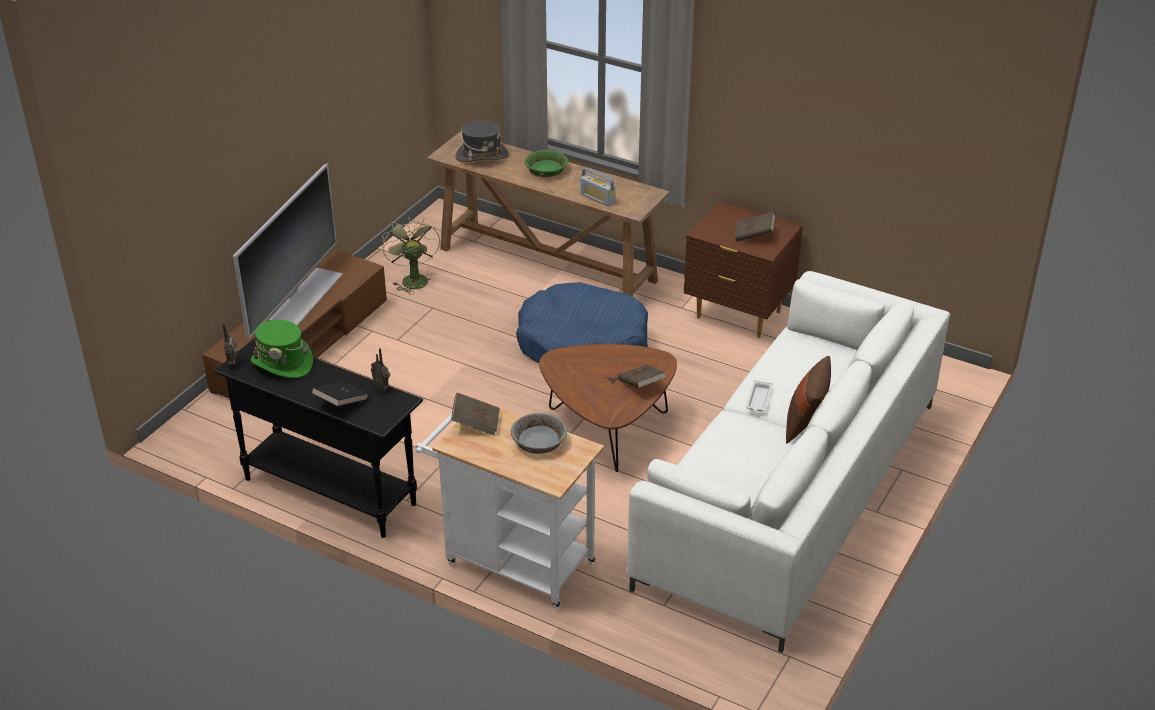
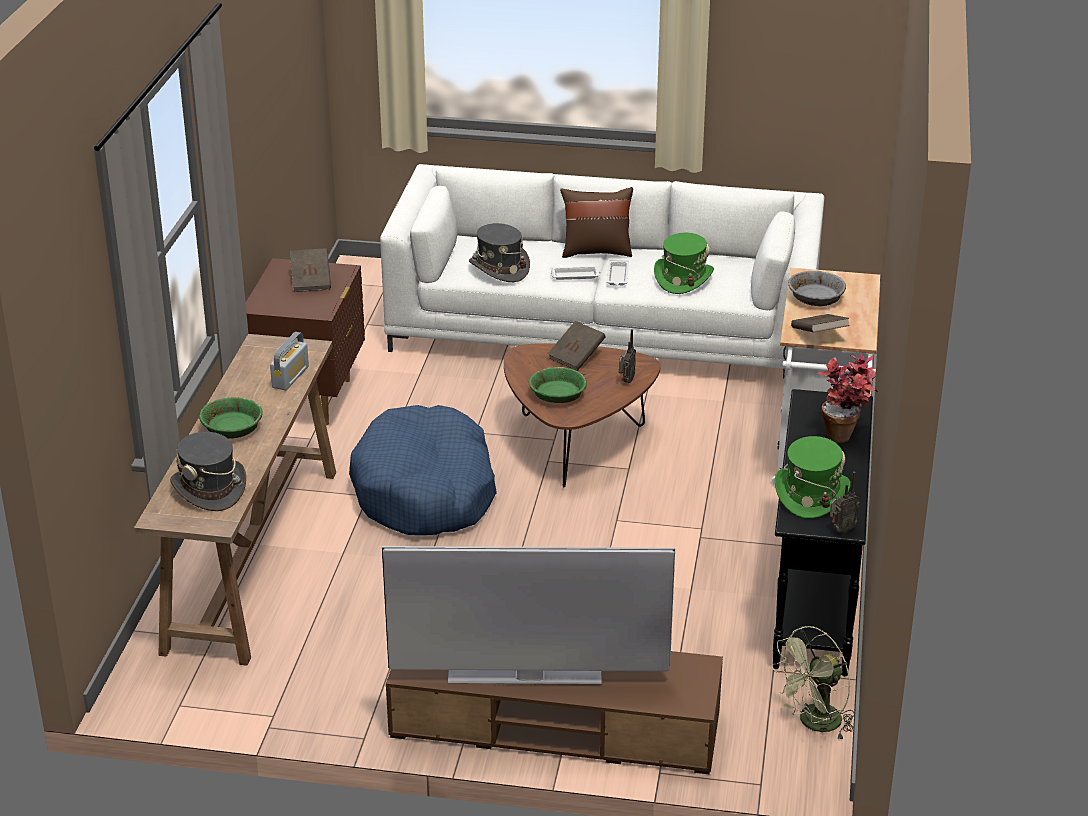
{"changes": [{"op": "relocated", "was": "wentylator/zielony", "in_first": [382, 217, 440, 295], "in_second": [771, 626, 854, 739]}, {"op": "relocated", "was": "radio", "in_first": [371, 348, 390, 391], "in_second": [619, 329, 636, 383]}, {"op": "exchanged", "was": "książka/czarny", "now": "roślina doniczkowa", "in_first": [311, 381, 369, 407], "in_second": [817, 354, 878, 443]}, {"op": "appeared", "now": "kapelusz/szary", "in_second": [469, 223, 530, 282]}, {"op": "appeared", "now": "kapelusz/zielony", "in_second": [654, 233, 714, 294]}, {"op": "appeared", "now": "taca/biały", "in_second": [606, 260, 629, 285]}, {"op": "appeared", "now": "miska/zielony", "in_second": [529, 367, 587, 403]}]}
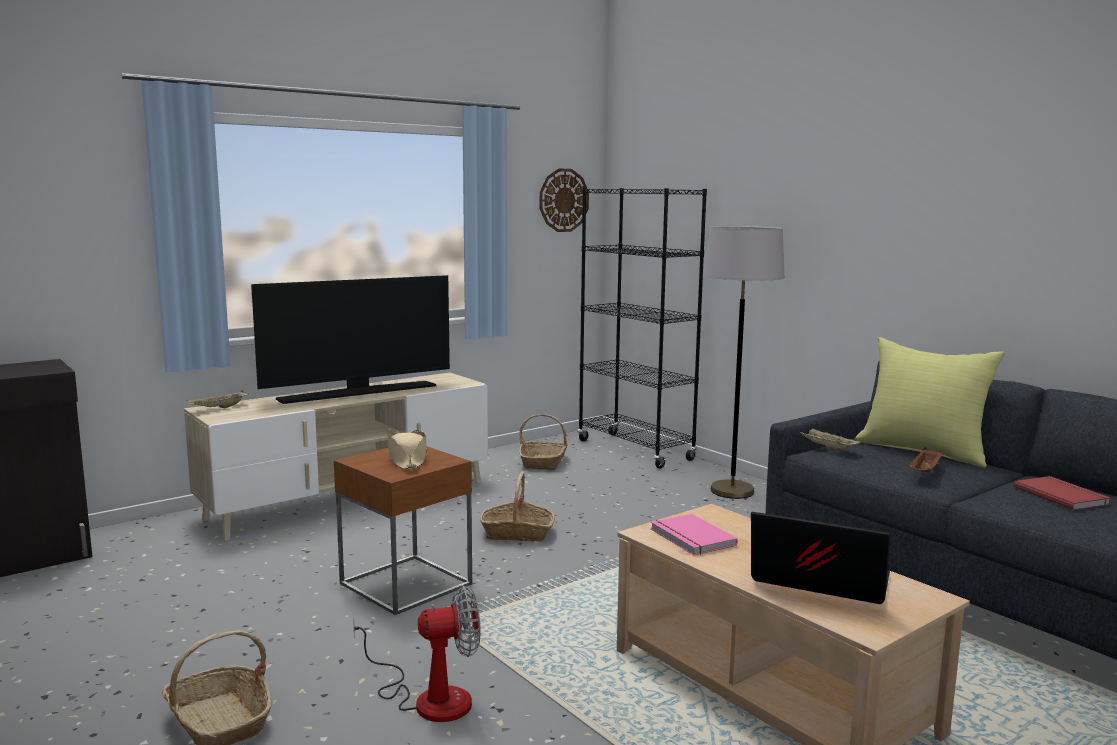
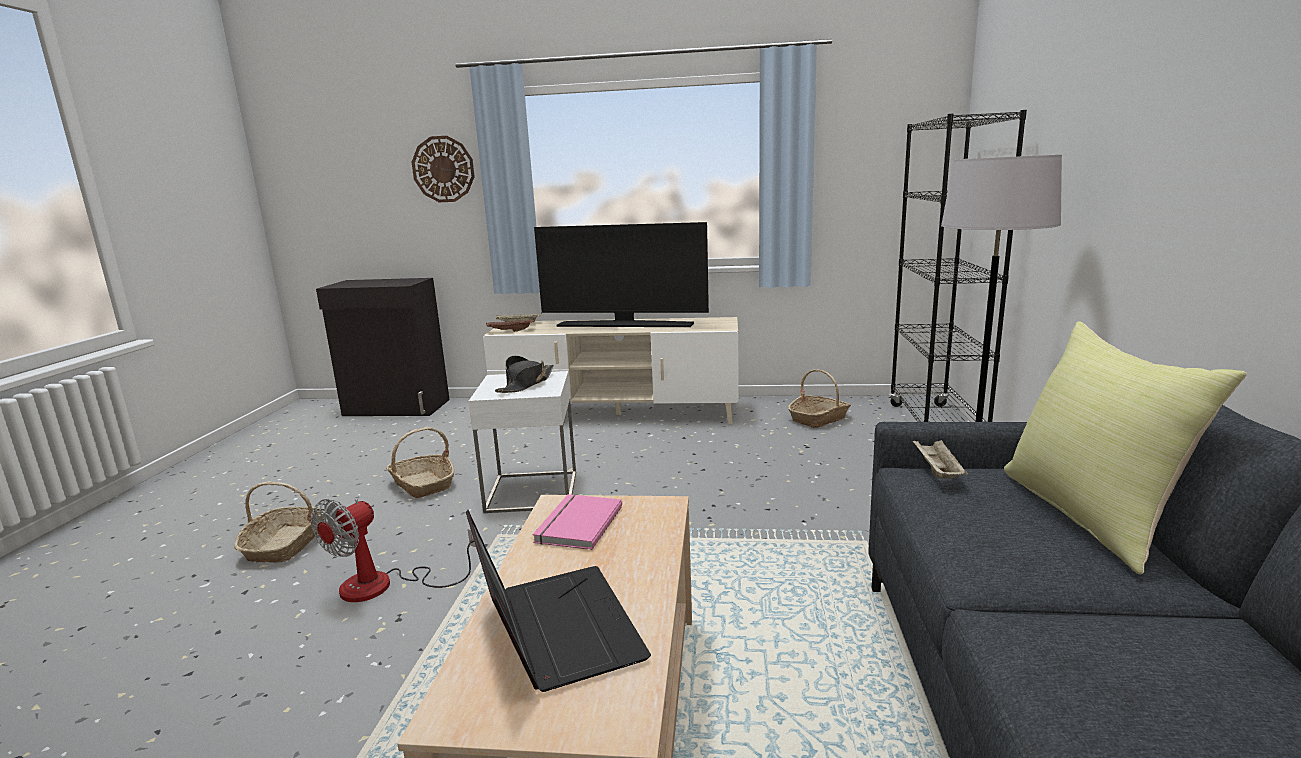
{"changes": [{"op": "relocated", "was": "zegar ścienny", "in_first": [540, 169, 589, 232], "in_second": [412, 136, 475, 202]}, {"op": "colour", "was": "kapelusz/beżowy", "now": "kapelusz/czarny", "in_first": [387, 429, 427, 470], "in_second": [495, 356, 554, 393]}, {"op": "colour", "was": "stolik/brązowy", "now": "stolik/biały", "in_first": [334, 446, 472, 615], "in_second": [469, 371, 576, 513]}, {"op": "relocated", "was": "taca/brązowy", "in_first": [908, 447, 943, 472], "in_second": [486, 318, 535, 332]}, {"op": "relocated", "was": "koszyk", "in_first": [480, 471, 555, 542], "in_second": [386, 427, 455, 498]}, {"op": "missing", "was": "książka/czerwony", "in_first": [1014, 476, 1110, 510]}, {"op": "spun", "was": "wentylator", "in_first": [353, 585, 480, 722], "in_second": [311, 499, 476, 602], "clockwise": 90}]}
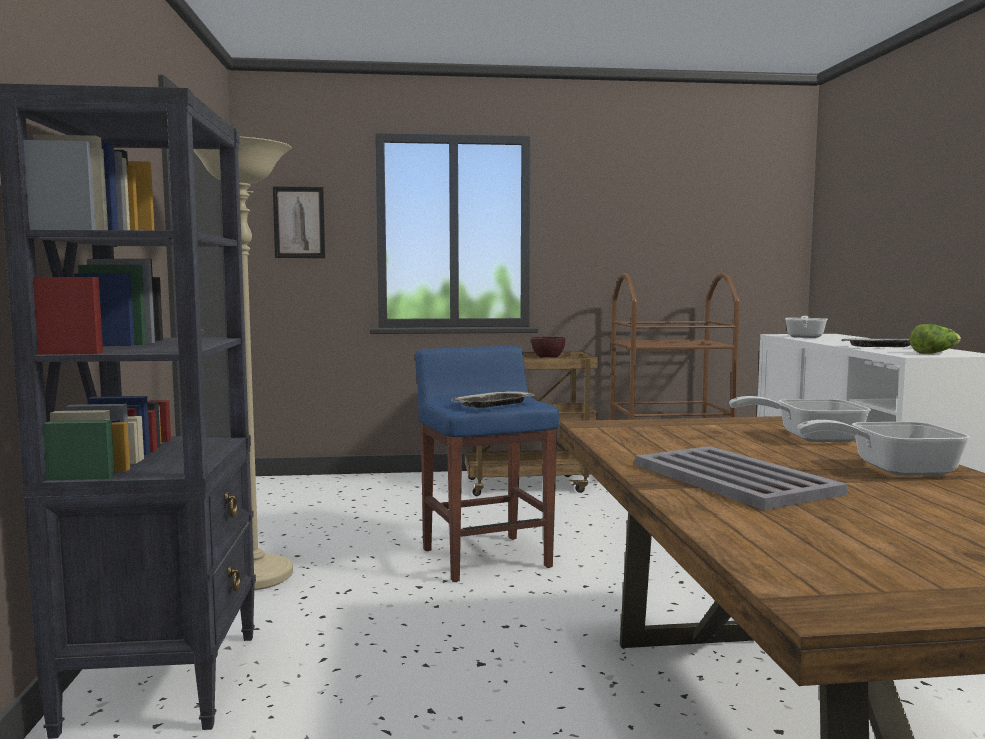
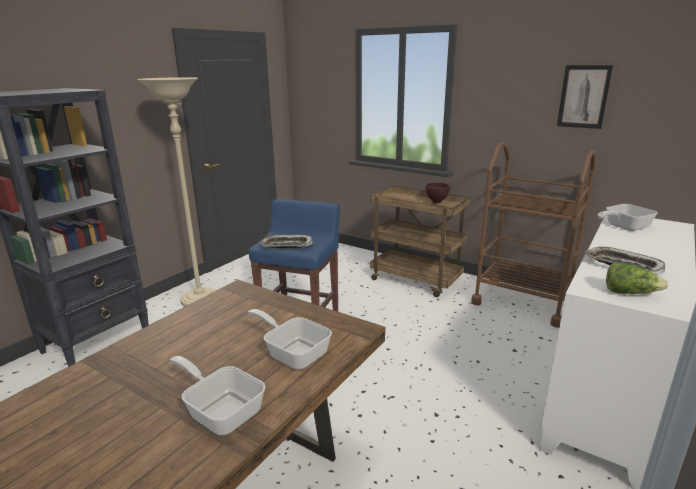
{"changes": [{"op": "relocated", "was": "obraz", "in_first": [273, 186, 325, 258], "in_second": [557, 65, 613, 129]}, {"op": "missing", "was": "taca/szary", "in_first": [635, 446, 848, 510]}]}
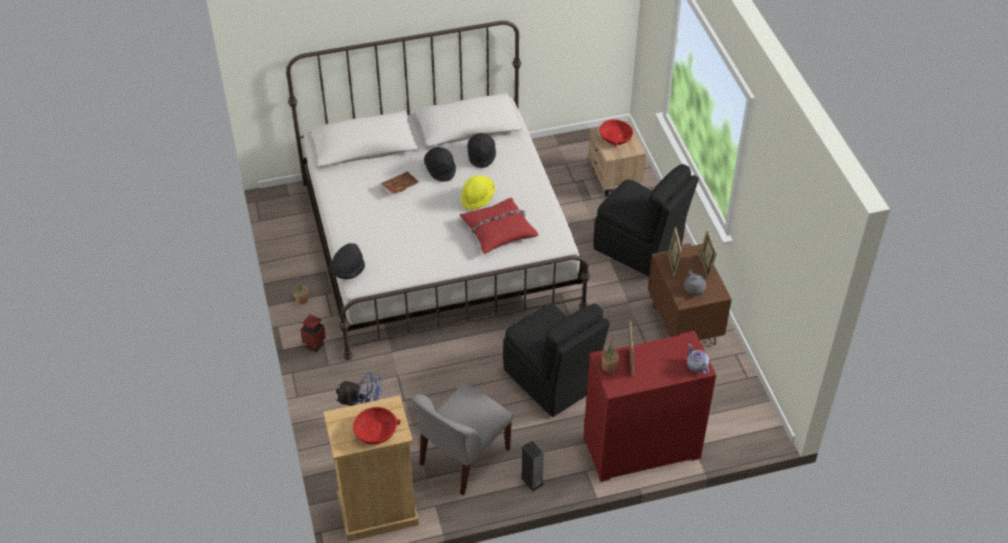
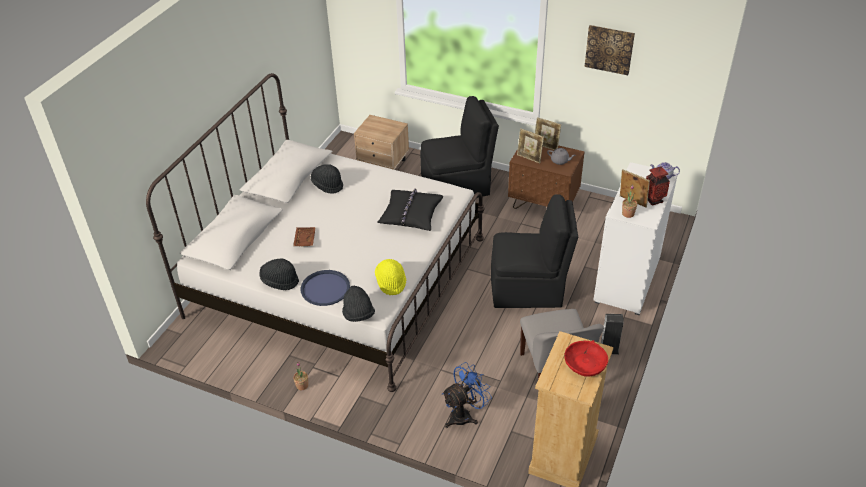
{"changes": [{"op": "missing", "was": "miska/czerwony", "in_first": [599, 119, 633, 147]}, {"op": "relocated", "was": "kapelusz/czarny", "in_first": [424, 147, 456, 182], "in_second": [259, 259, 299, 290]}, {"op": "relocated", "was": "kapelusz/żółty", "in_first": [461, 175, 495, 210], "in_second": [375, 259, 406, 295]}, {"op": "colour", "was": "poduszka/czerwony", "now": "poduszka/czarny", "in_first": [460, 198, 539, 254], "in_second": [378, 188, 444, 231]}, {"op": "relocated", "was": "wazon", "in_first": [300, 314, 326, 352], "in_second": [646, 166, 670, 206]}, {"op": "colour", "was": "szafka/czerwony", "now": "szafka/biały", "in_first": [584, 331, 716, 482], "in_second": [593, 163, 678, 315]}, {"op": "appeared", "now": "obraz", "in_second": [584, 25, 635, 75]}, {"op": "appeared", "now": "taca/niebieski", "in_second": [301, 270, 350, 306]}]}
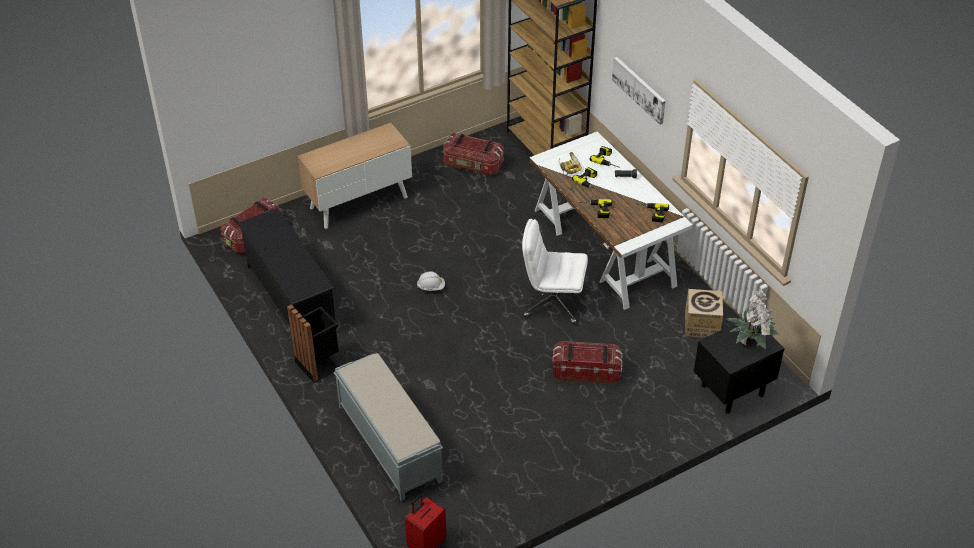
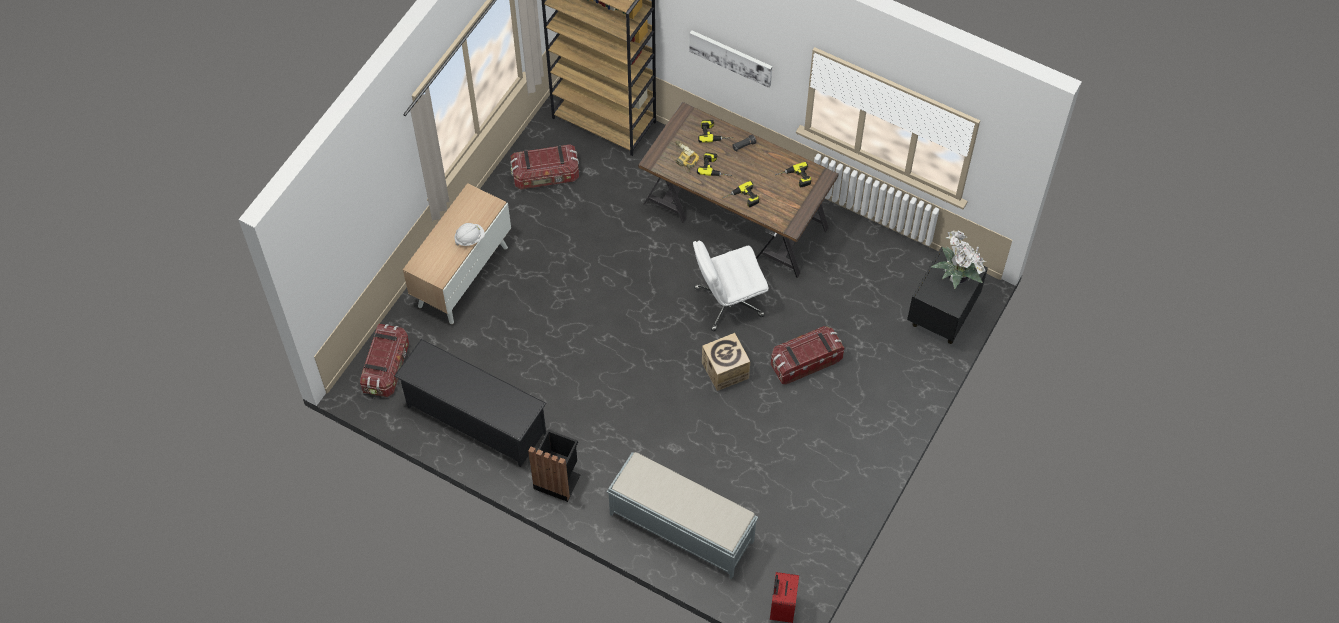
{"changes": [{"op": "colour", "was": "biurko/biały", "now": "biurko/brązowy", "in_first": [529, 131, 693, 310], "in_second": [638, 102, 839, 278]}, {"op": "relocated", "was": "kask/biały", "in_first": [417, 271, 445, 291], "in_second": [454, 223, 485, 246]}, {"op": "relocated", "was": "karton", "in_first": [685, 289, 723, 338], "in_second": [702, 333, 750, 391]}]}
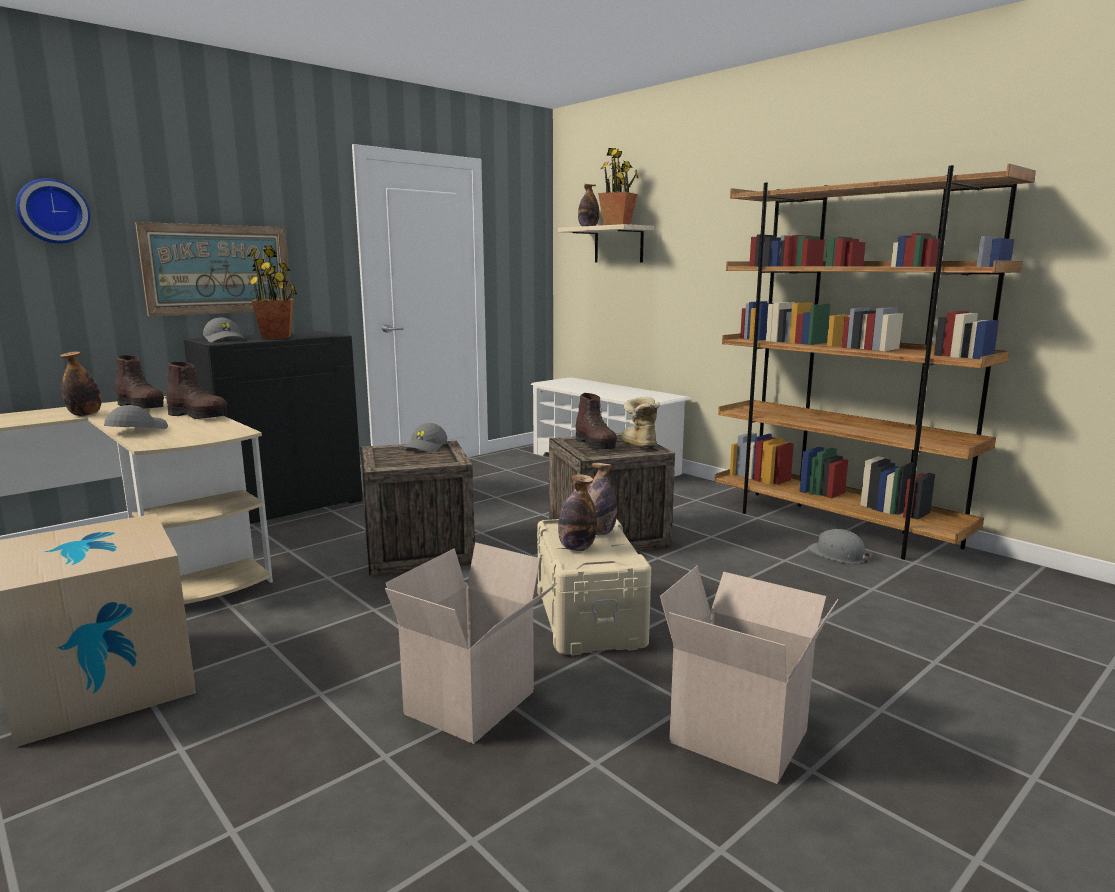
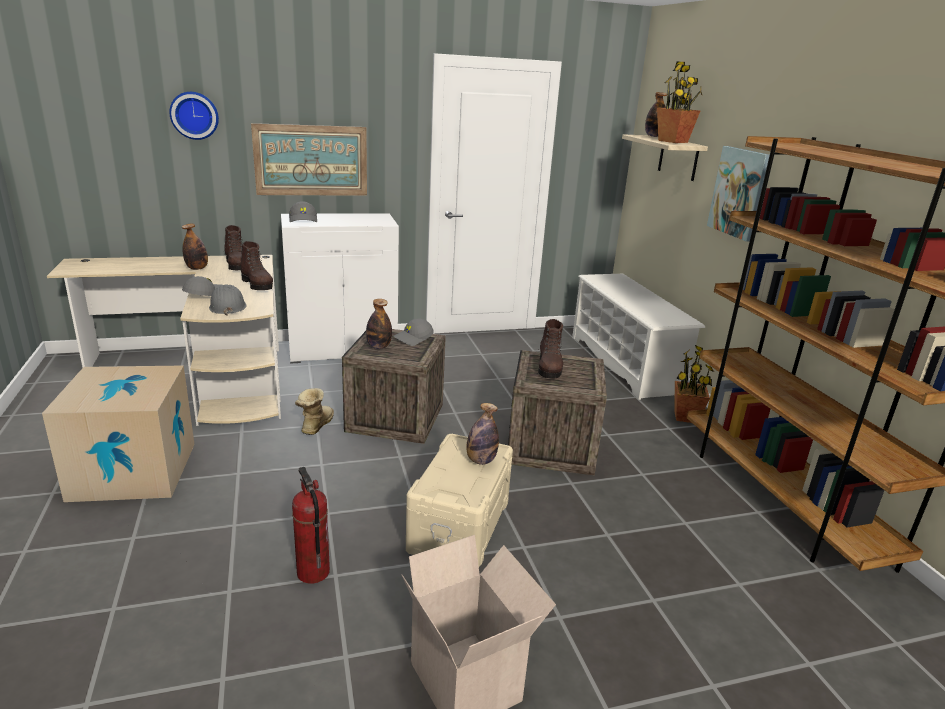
{"changes": [{"op": "relocated", "was": "roślina doniczkowa", "in_first": [247, 246, 297, 339], "in_second": [674, 345, 714, 423]}, {"op": "colour", "was": "szafka/czarny", "now": "szafka/biały", "in_first": [184, 331, 363, 524], "in_second": [281, 213, 399, 364]}, {"op": "relocated", "was": "but z cholewką", "in_first": [622, 397, 660, 447], "in_second": [295, 388, 334, 435]}, {"op": "relocated", "was": "butelka", "in_first": [558, 474, 597, 551], "in_second": [366, 299, 392, 349]}, {"op": "relocated", "was": "kask/szary", "in_first": [807, 529, 871, 563], "in_second": [209, 284, 246, 316]}, {"op": "exchanged", "was": "karton", "now": "gaśnica", "in_first": [385, 542, 557, 744], "in_second": [292, 467, 330, 584]}, {"op": "appeared", "now": "obraz", "in_second": [707, 146, 769, 241]}]}
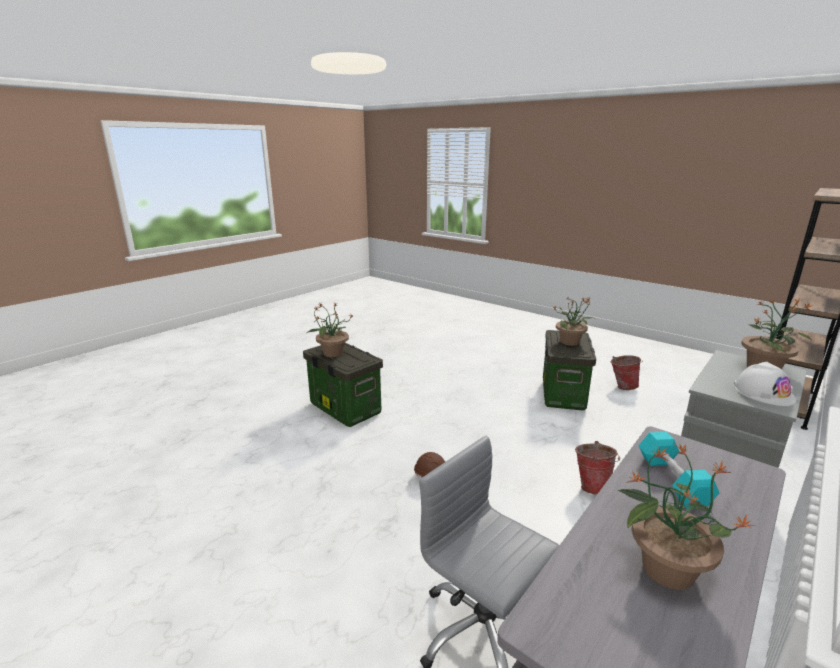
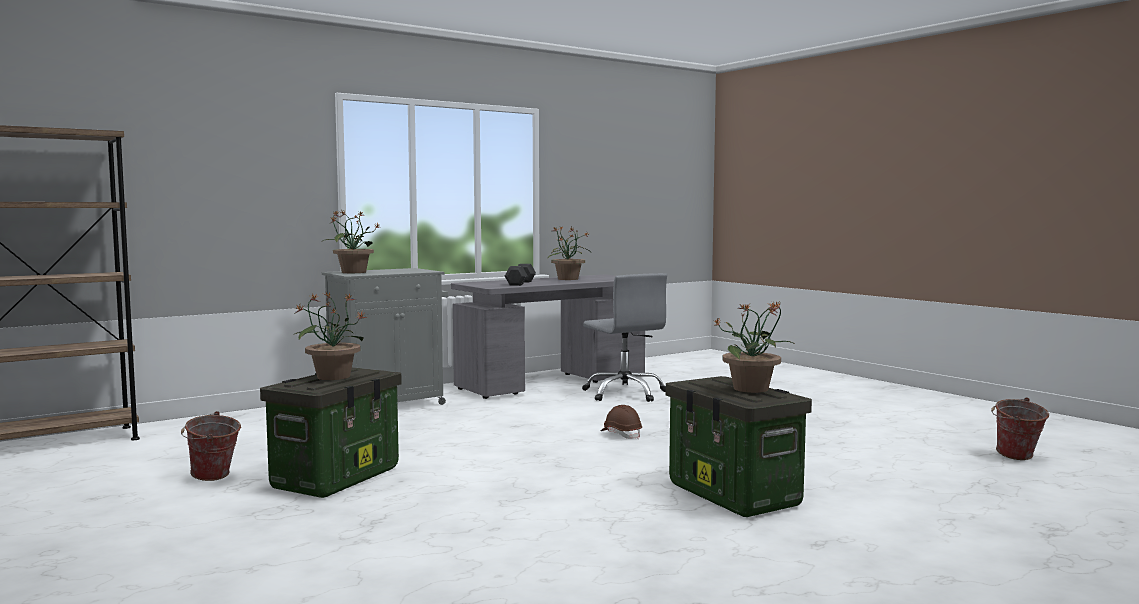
{"changes": [{"op": "missing", "was": "kask/biały", "in_first": [733, 362, 797, 406]}, {"op": "colour", "was": "hantel/turkusowy", "now": "hantel/czarny", "in_first": [639, 432, 719, 509], "in_second": [505, 264, 536, 286]}, {"op": "relocated", "was": "wiadro", "in_first": [575, 441, 620, 495], "in_second": [991, 398, 1049, 460]}]}
